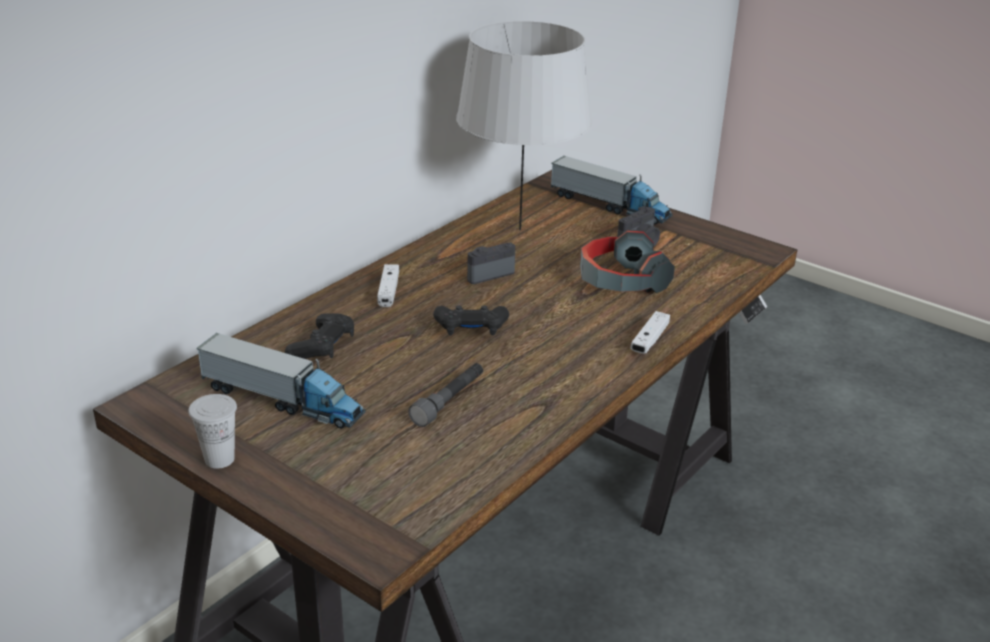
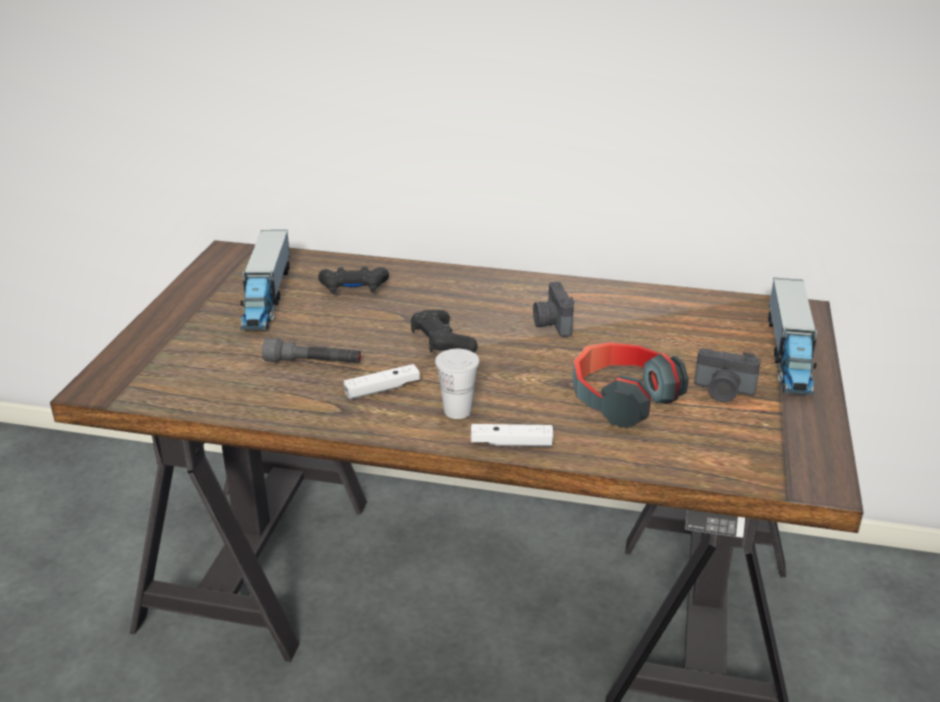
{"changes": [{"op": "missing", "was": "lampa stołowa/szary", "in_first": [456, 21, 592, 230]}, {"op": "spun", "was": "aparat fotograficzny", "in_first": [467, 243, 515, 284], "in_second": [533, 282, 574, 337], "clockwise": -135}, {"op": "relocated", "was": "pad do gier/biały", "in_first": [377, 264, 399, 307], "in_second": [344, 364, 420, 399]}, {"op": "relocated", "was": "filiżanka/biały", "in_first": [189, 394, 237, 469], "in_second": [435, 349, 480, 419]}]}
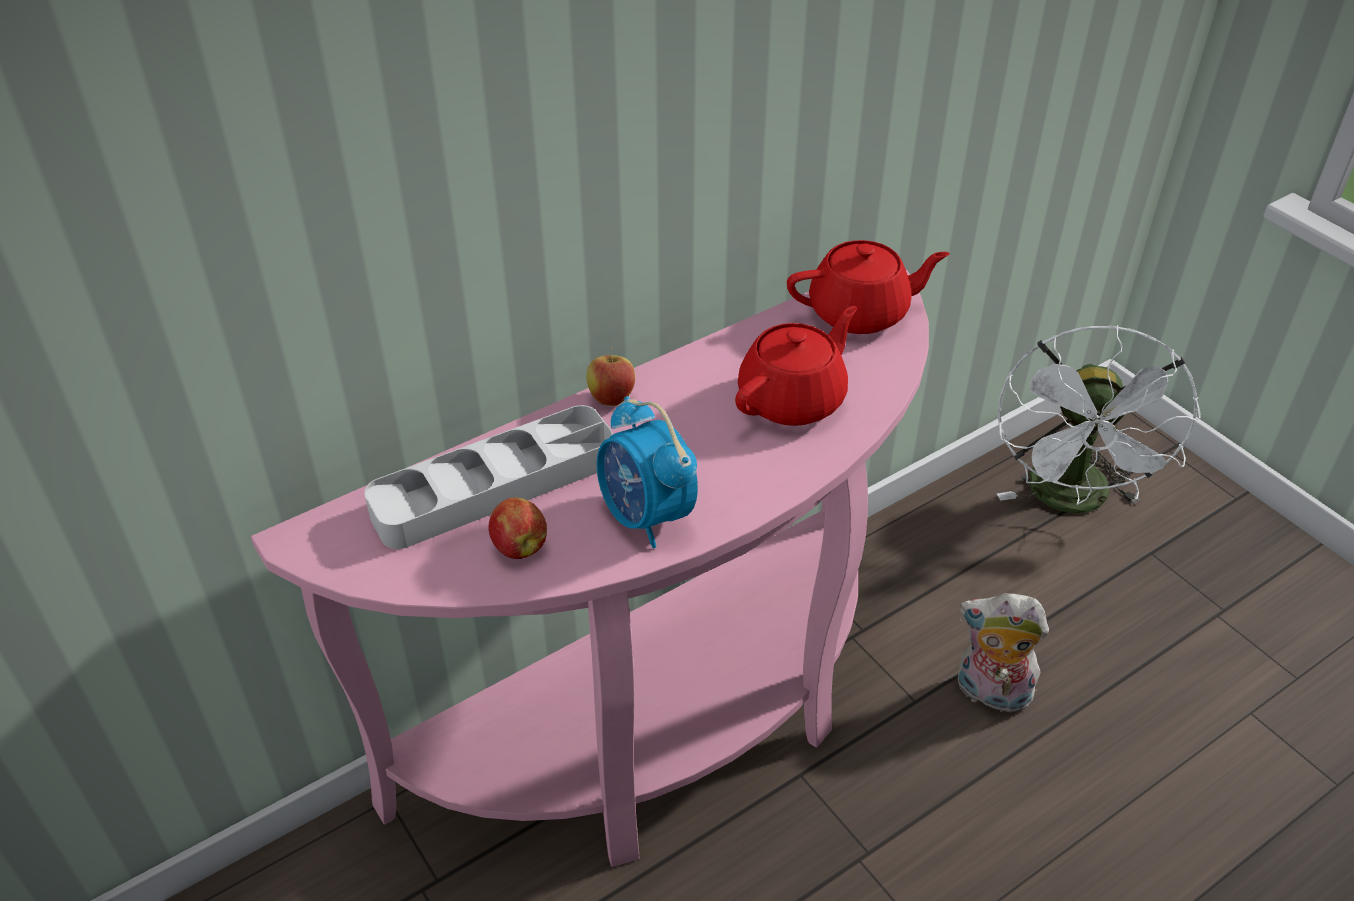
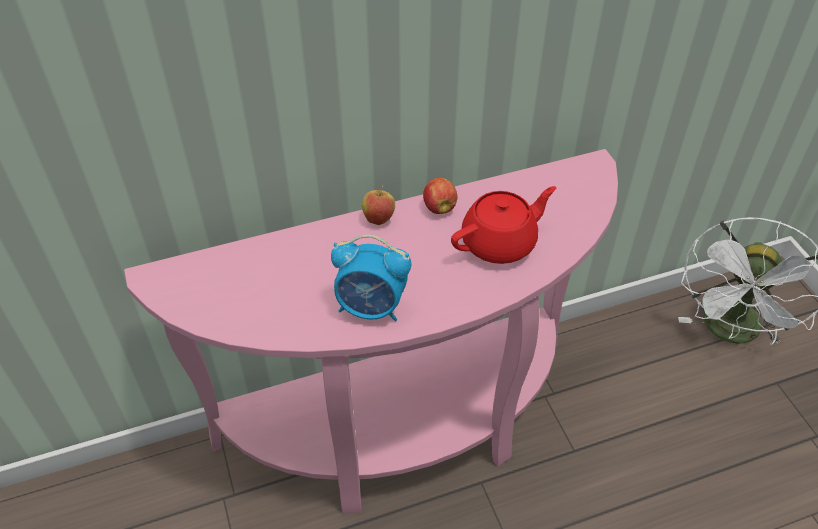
{"changes": [{"op": "missing", "was": "imbryk/czerwony", "in_first": [787, 240, 950, 334]}, {"op": "spun", "was": "budzik", "in_first": [597, 396, 698, 548], "in_second": [331, 235, 411, 321], "clockwise": -60}, {"op": "missing", "was": "taca/szary", "in_first": [364, 405, 613, 549]}, {"op": "relocated", "was": "jabłko", "in_first": [489, 498, 547, 559], "in_second": [423, 178, 457, 214]}, {"op": "missing", "was": "pluszak", "in_first": [958, 593, 1049, 717]}]}
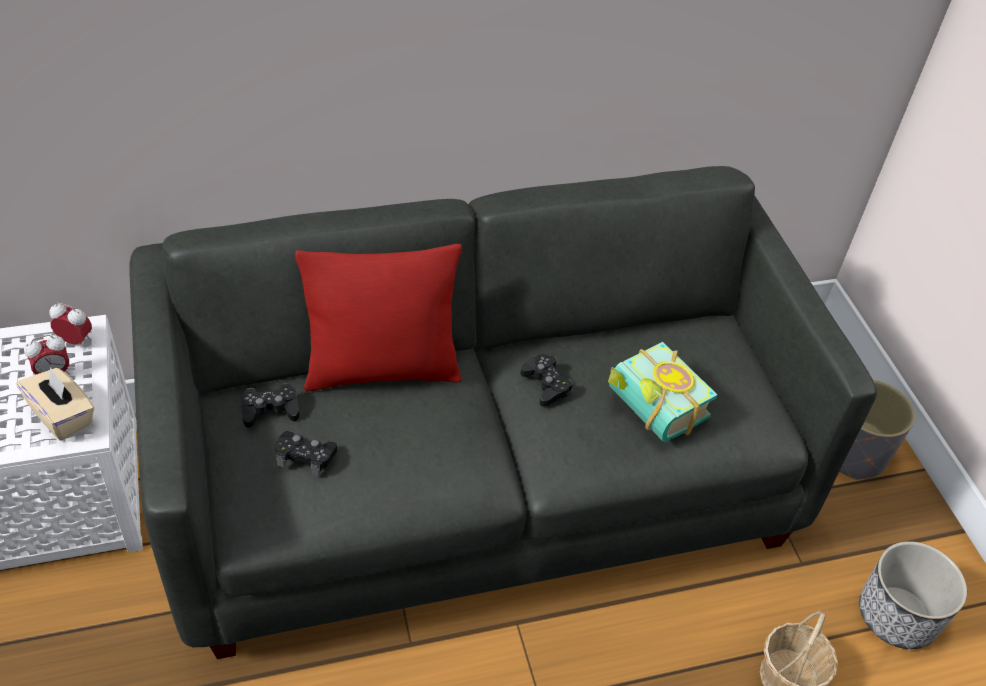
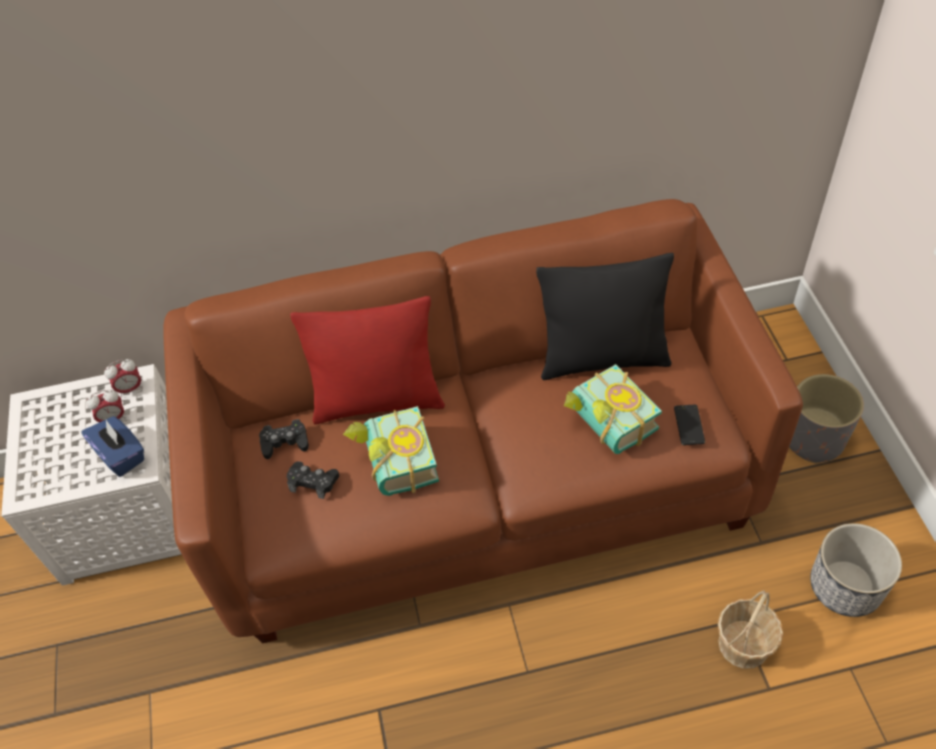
{"changes": [{"op": "colour", "was": "kanapa/szary", "now": "kanapa/brązowy", "in_first": [130, 166, 877, 659], "in_second": [163, 199, 803, 643]}, {"op": "spun", "was": "budzik", "in_first": [49, 303, 92, 345], "in_second": [104, 359, 143, 397], "clockwise": 135}, {"op": "missing", "was": "pad do gier/czarny", "in_first": [520, 354, 573, 407]}, {"op": "colour", "was": "pudełko chusteczek/beżowy", "now": "pudełko chusteczek/niebieski", "in_first": [17, 367, 95, 440], "in_second": [81, 416, 144, 477]}, {"op": "appeared", "now": "poduszka/czarny", "in_second": [536, 253, 674, 380]}, {"op": "appeared", "now": "telefon", "in_second": [674, 405, 705, 445]}, {"op": "appeared", "now": "książka", "in_second": [343, 406, 439, 496]}]}
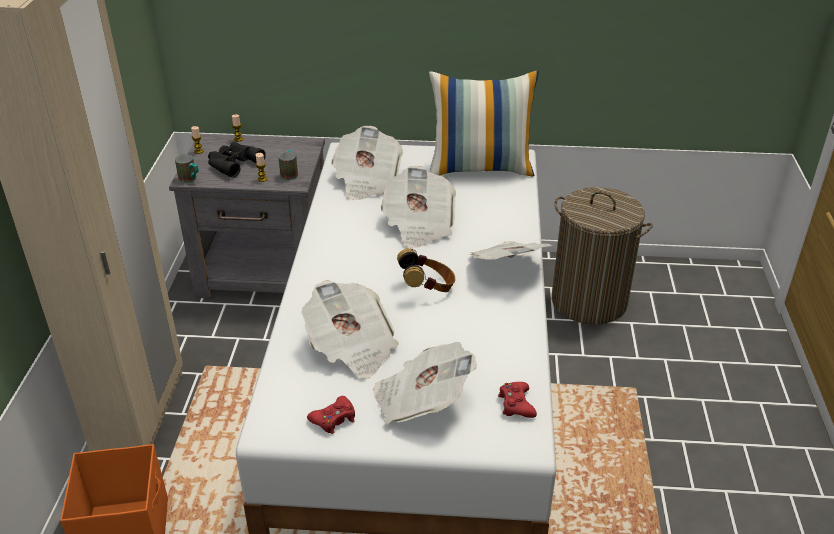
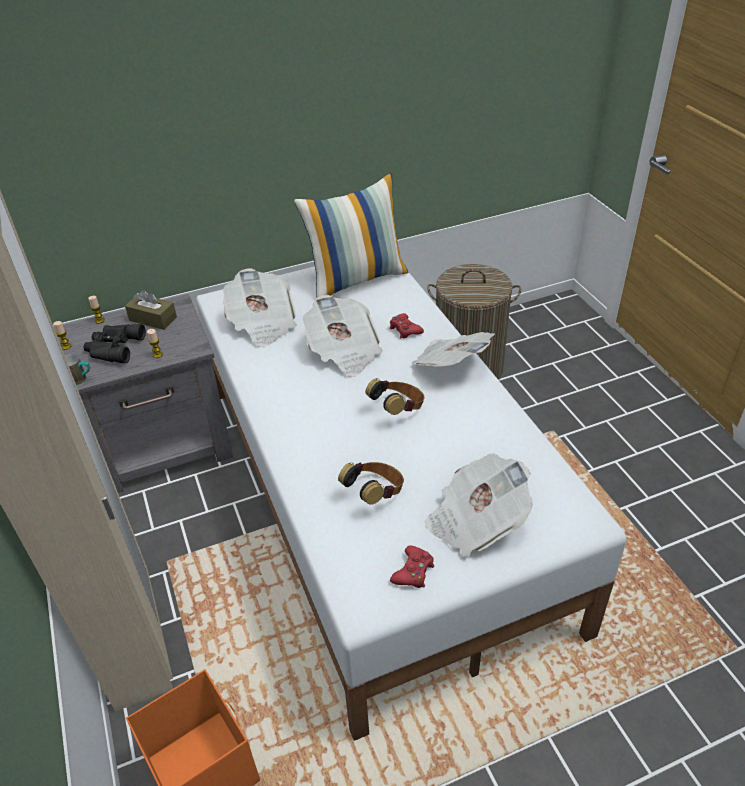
{"changes": [{"op": "missing", "was": "kubek", "in_first": [278, 150, 298, 180]}, {"op": "exchanged", "was": "gazeta", "now": "słuchawki", "in_first": [301, 280, 399, 379], "in_second": [338, 462, 404, 505]}, {"op": "relocated", "was": "pad do gier/czerwony", "in_first": [498, 382, 537, 418], "in_second": [390, 313, 424, 339]}, {"op": "appeared", "now": "pudełko chusteczek/brązowy", "in_second": [125, 290, 177, 330]}]}
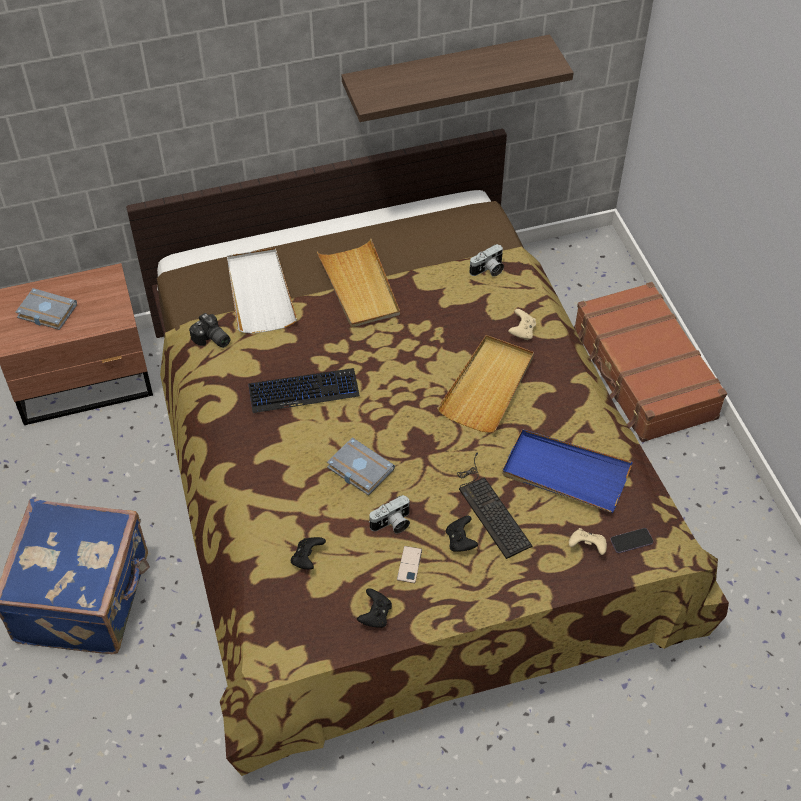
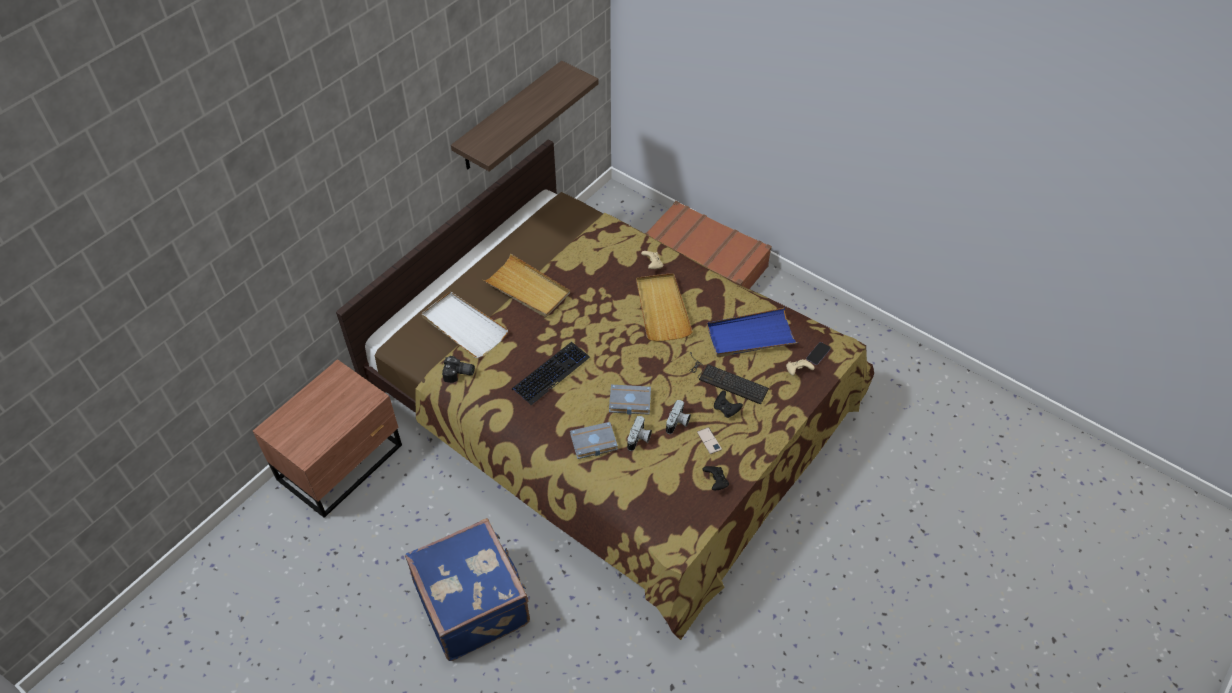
{"changes": [{"op": "relocated", "was": "aparat fotograficzny", "in_first": [469, 244, 504, 277], "in_second": [627, 416, 652, 451]}, {"op": "relocated", "was": "książka/szary", "in_first": [15, 288, 77, 330], "in_second": [570, 422, 618, 459]}, {"op": "missing", "was": "pad do gier/czarny", "in_first": [291, 537, 326, 569]}]}
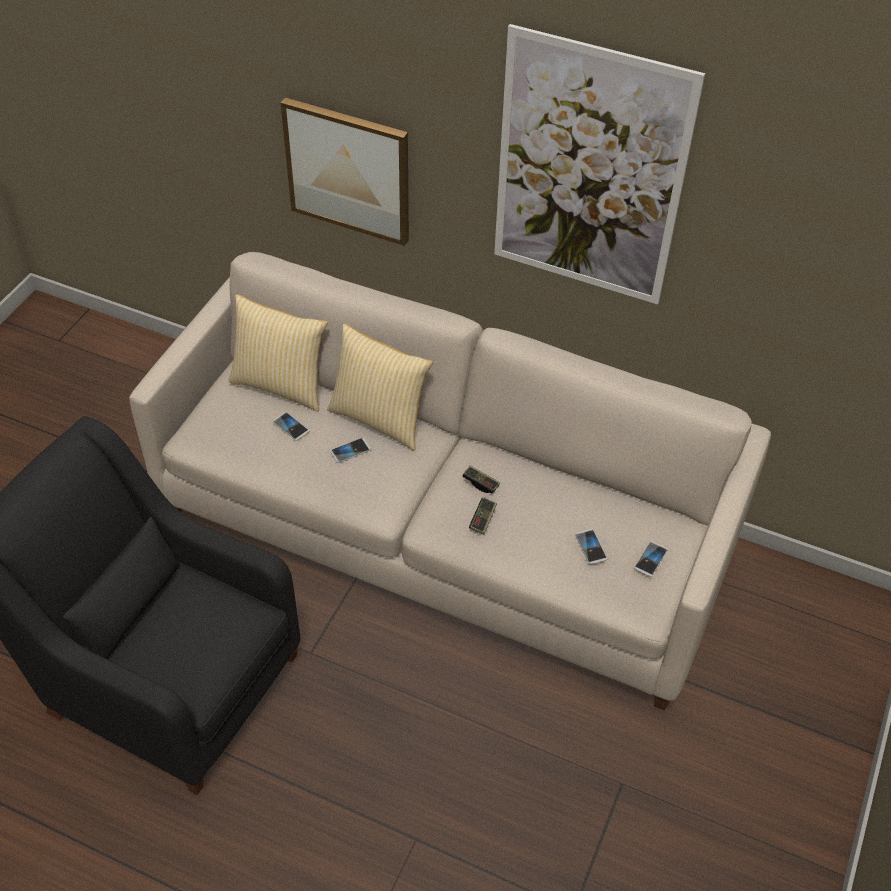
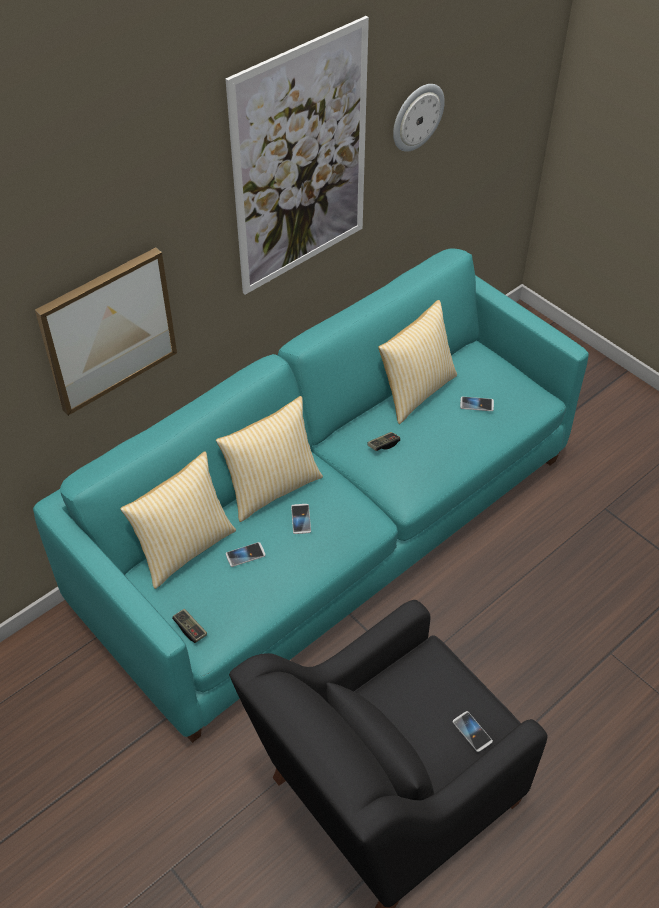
{"changes": [{"op": "colour", "was": "kanapa/beżowy", "now": "kanapa/turkusowy", "in_first": [129, 252, 771, 710], "in_second": [33, 248, 589, 743]}, {"op": "relocated", "was": "pad do gier", "in_first": [469, 497, 497, 535], "in_second": [172, 609, 207, 643]}, {"op": "relocated", "was": "telefon", "in_first": [634, 541, 668, 577], "in_second": [452, 711, 493, 752]}, {"op": "appeared", "now": "zegar ścienny", "in_second": [393, 84, 445, 152]}, {"op": "appeared", "now": "poduszka", "in_second": [378, 300, 457, 424]}]}
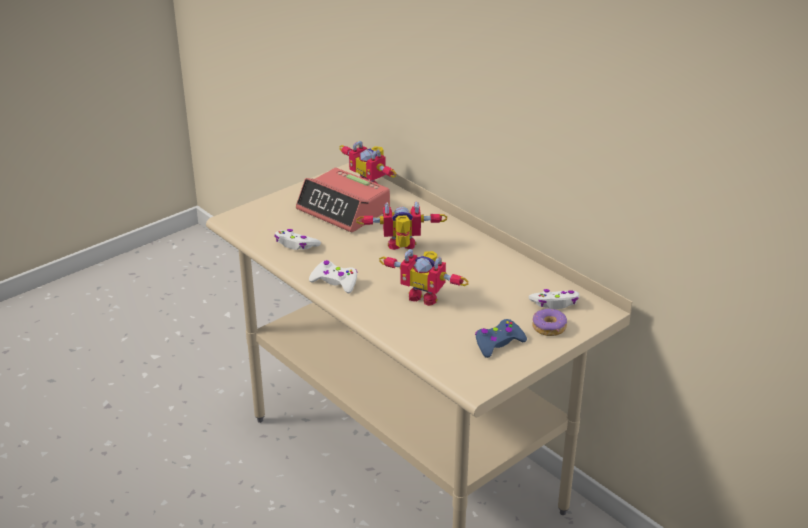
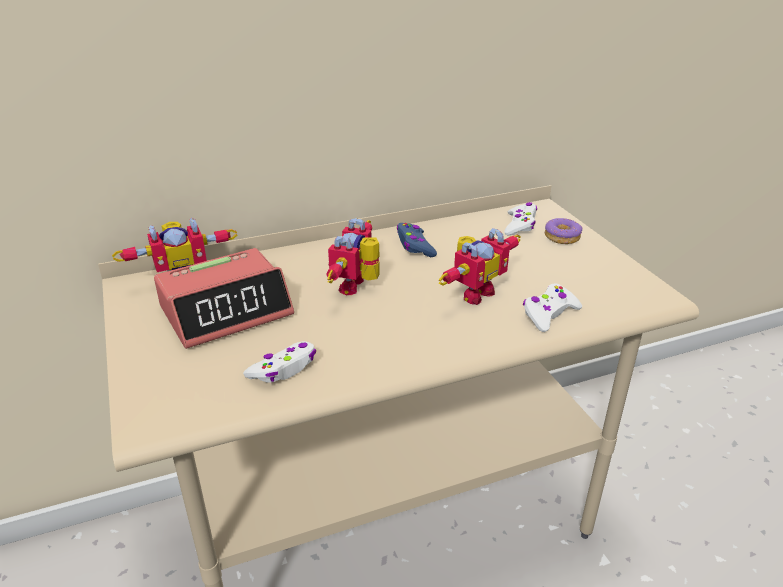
{"changes": [{"op": "relocated", "was": "pad do gier/biały", "in_first": [309, 260, 357, 293], "in_second": [523, 284, 582, 332]}, {"op": "relocated", "was": "pad do gier/niebieski", "in_first": [475, 319, 527, 358], "in_second": [397, 223, 437, 257]}]}
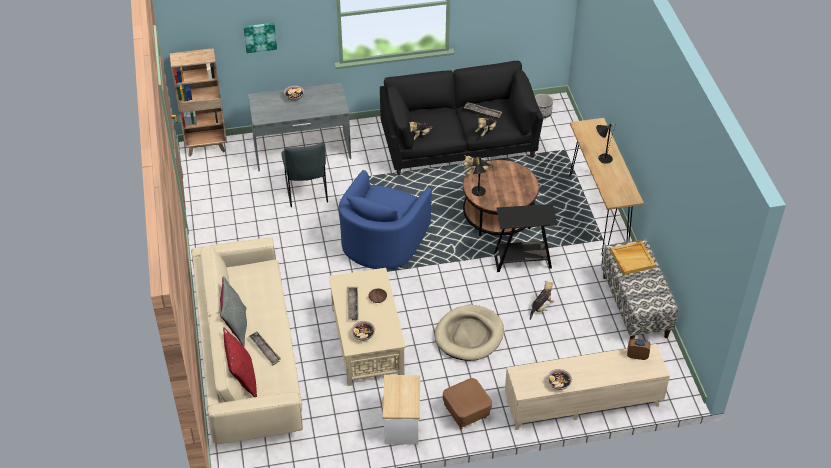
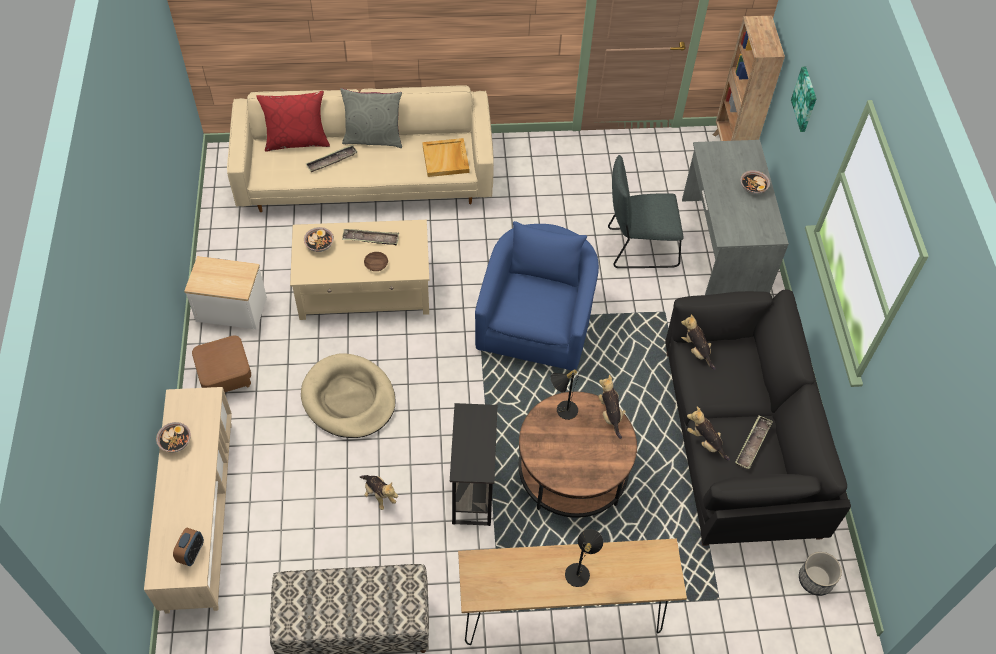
{"changes": [{"op": "spun", "was": "fotel/niebieski", "in_first": [339, 170, 432, 269], "in_second": [475, 221, 599, 371], "clockwise": 75}, {"op": "relocated", "was": "taca/beżowy", "in_first": [610, 241, 656, 275], "in_second": [422, 138, 469, 177]}]}
